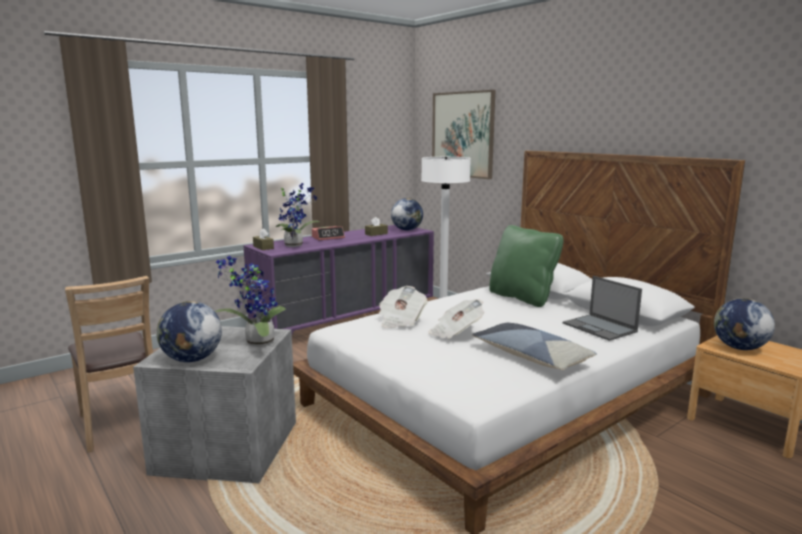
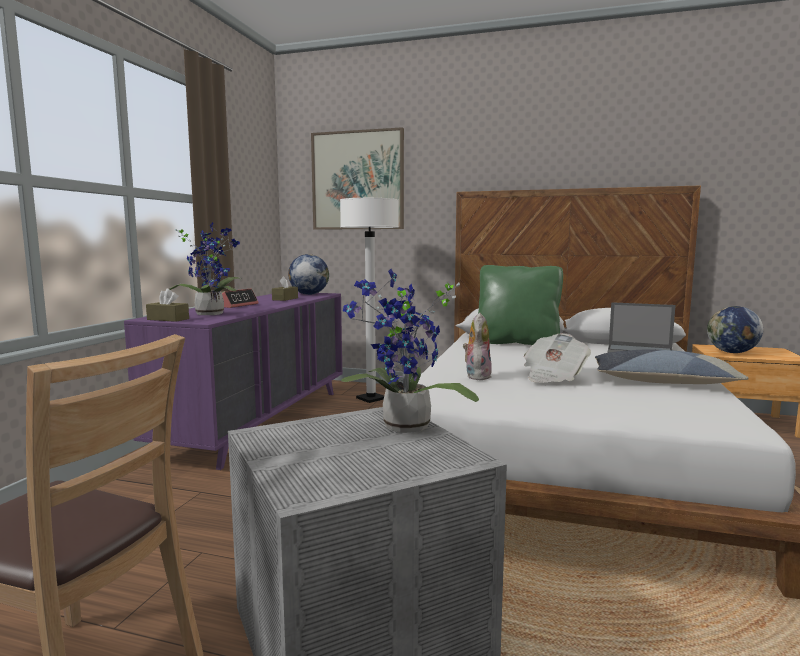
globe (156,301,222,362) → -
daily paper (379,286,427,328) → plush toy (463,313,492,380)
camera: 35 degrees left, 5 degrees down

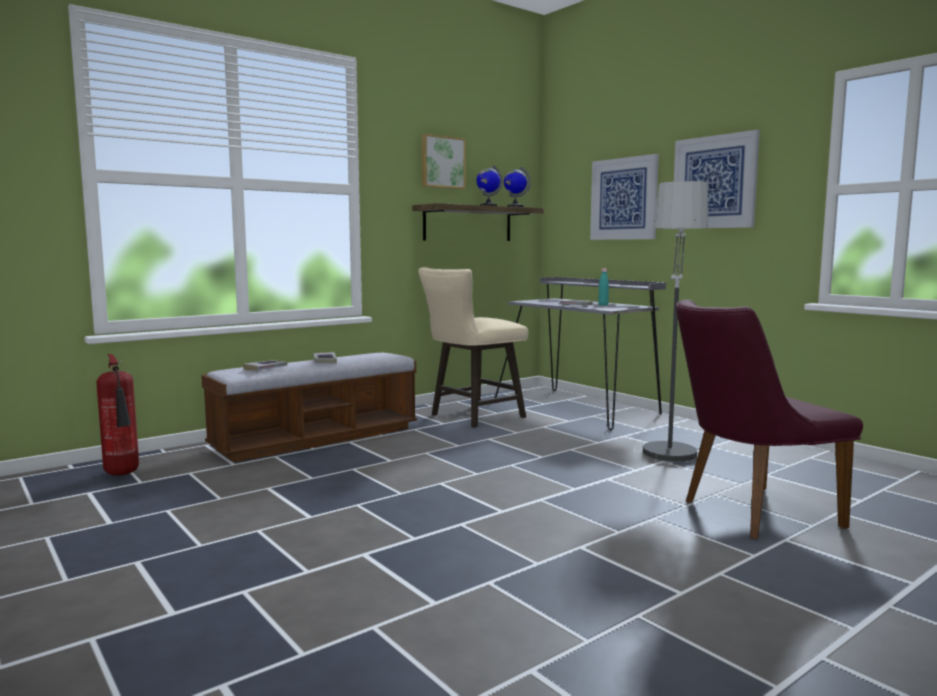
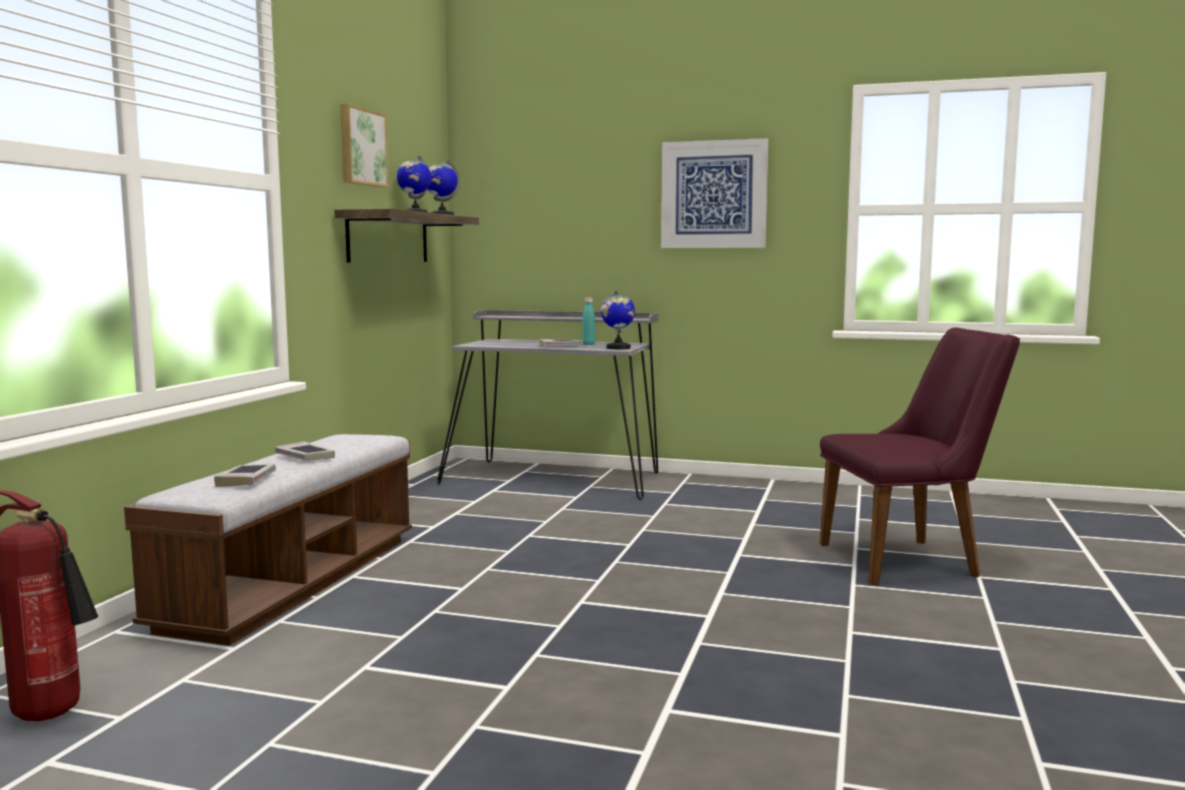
stool seat/beige (418,267,528,428) → -
wall picture (590,154,659,240) → -
standing lamp (634,181,708,465) → -
plain chair/purple-coloured (676,299,863,540) → plain chair/purple-coloured (820,327,1020,585), 135 degrees counterclockwise
- → globe (601,290,635,349)
camera: 35 degrees left, 0 degrees up

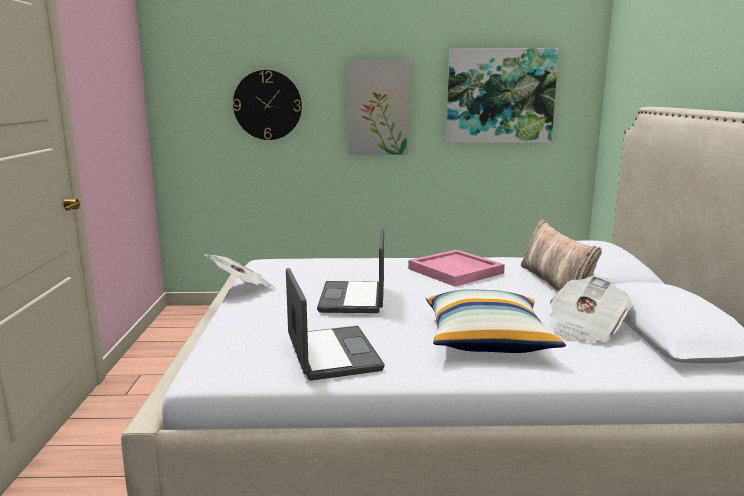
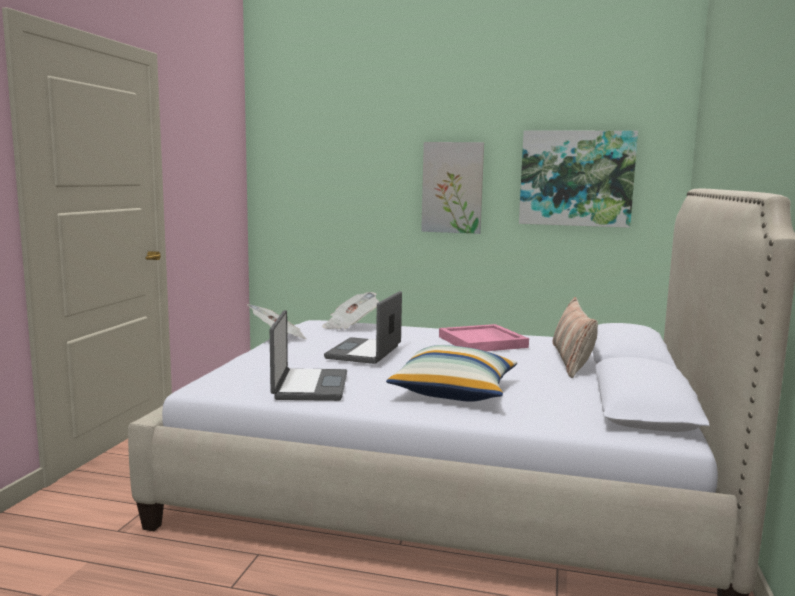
hanging clock (233,70,302,140) → -
daily paper (549,276,632,342) → daily paper (322,292,379,329), moved
camera: 15 degrees right, 5 degrees down

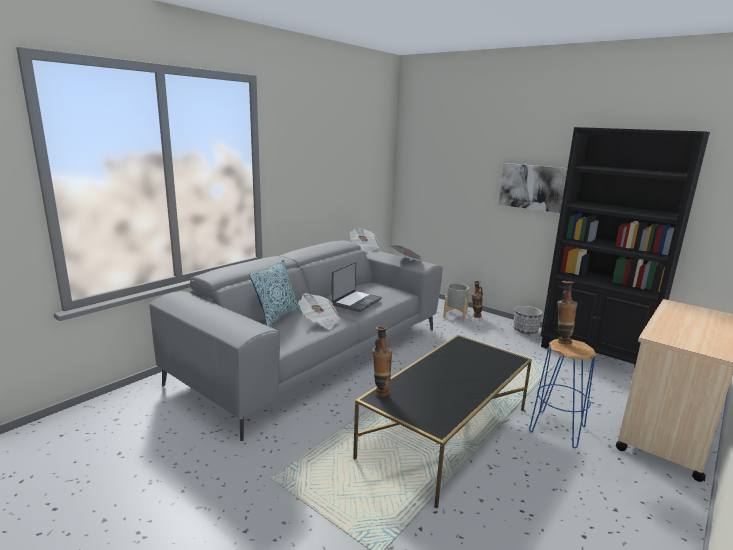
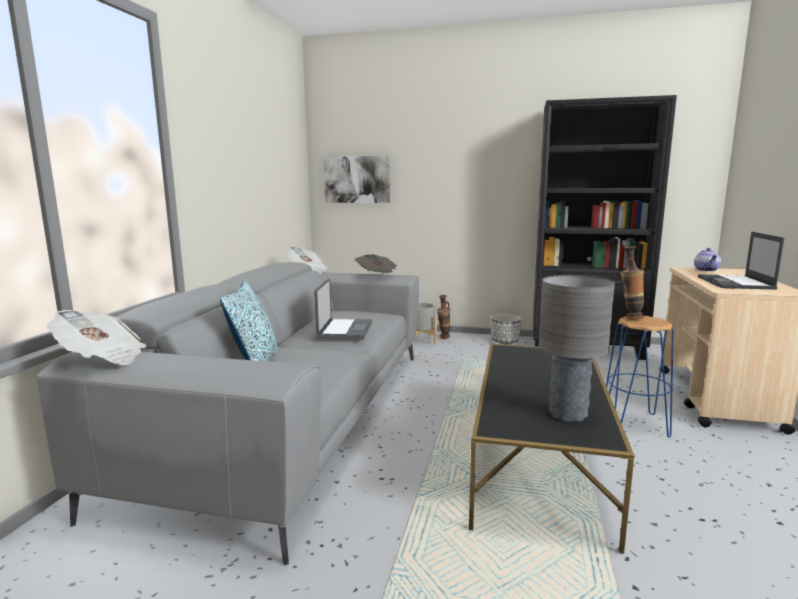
daily paper (298,293,341,329) → daily paper (47,310,147,365), moved
flower vase (372,326,393,397) → -
wall picture (498,163,567,213) → wall picture (323,156,390,203), moved
- → lamp for a table/gray (539,275,615,422)
- → pot for tea (694,248,721,272)
- → laptop (698,232,785,290)
camera: 25 degrees left, 5 degrees down

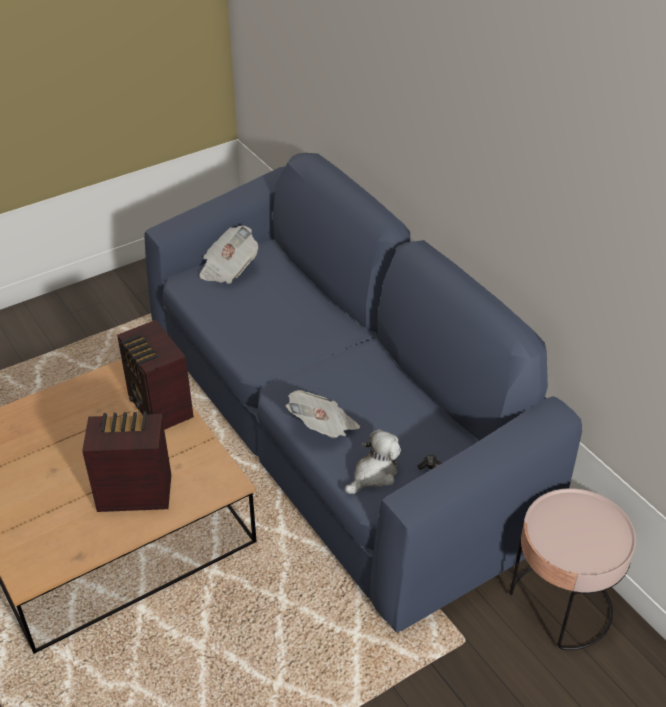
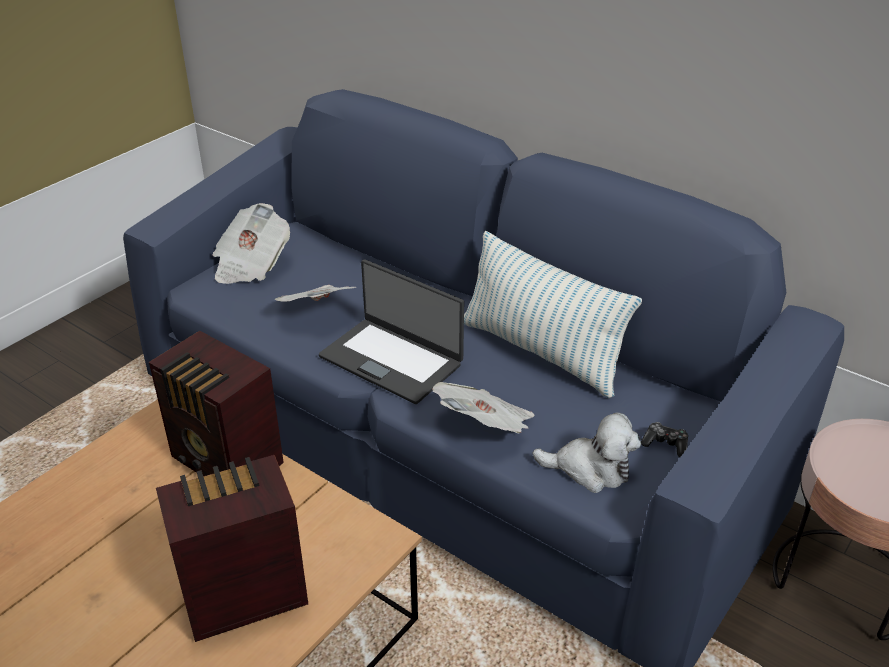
plush toy (345,429,401,494) → plush toy (532,413,641,493), 75 degrees clockwise
- → daily paper (274,285,357,302)
- → laptop (319,260,464,404)
- → pillow (464,231,642,398)
camera: 20 degrees left, 5 degrees down

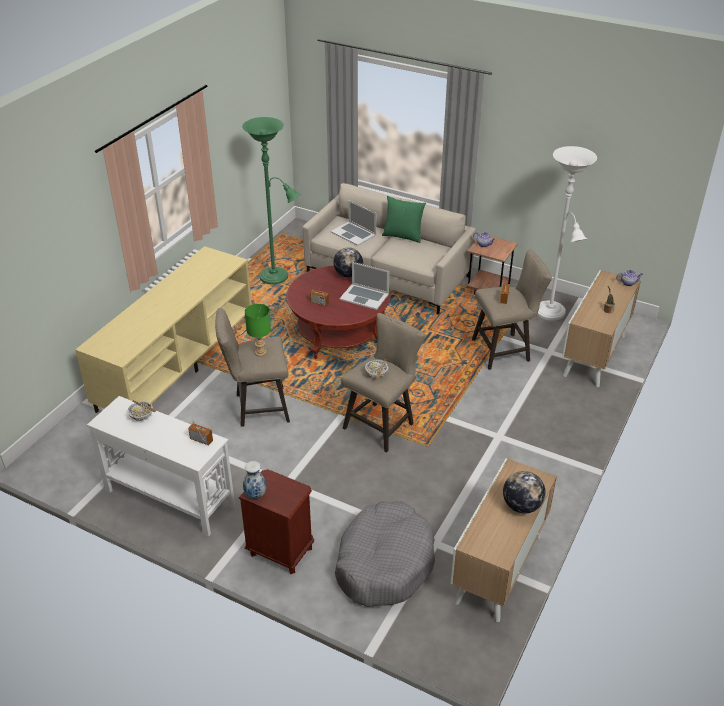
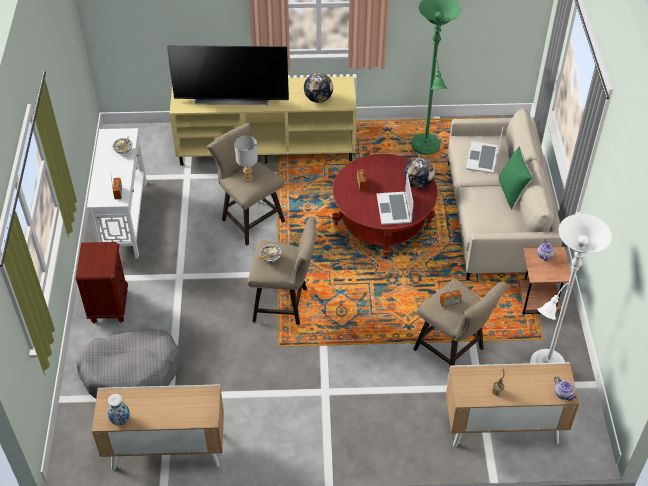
flower vase (243,461,267,499) → flower vase (108,394,130,425), moved
lamp for a table/green (245,304,271,357) → lamp for a table/gray (234,136,258,182)
globe (503,471,546,513) → globe (304,73,333,103), moved
- → TV set (167,45,289,105)
camera: 60 degrees right, 10 degrees up

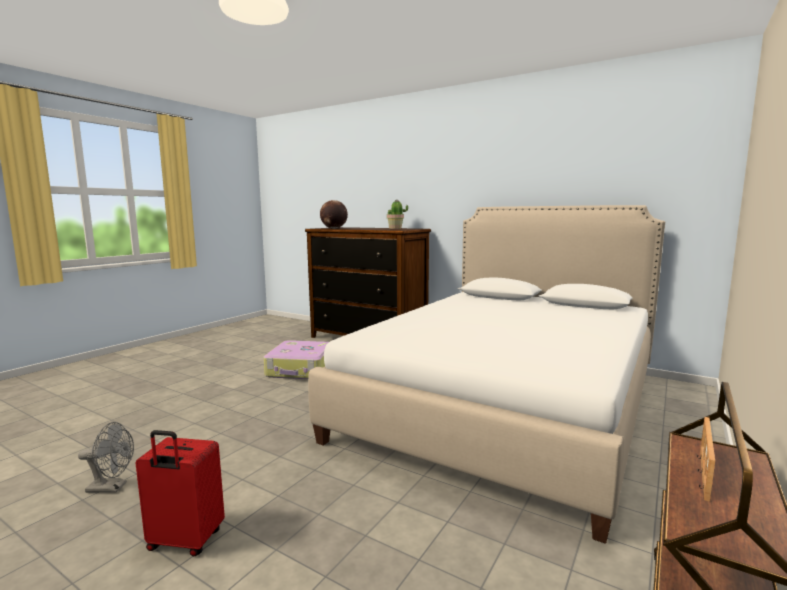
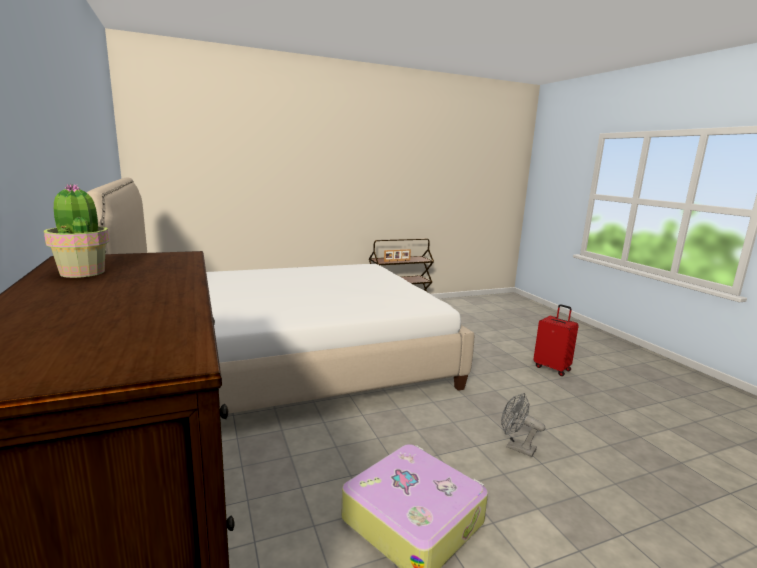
electric fan/gray (78,422,134,493) → electric fan/gray (501,393,545,457), moved
globe (320,200,348,229) → -
camera: 145 degrees left, 5 degrees up

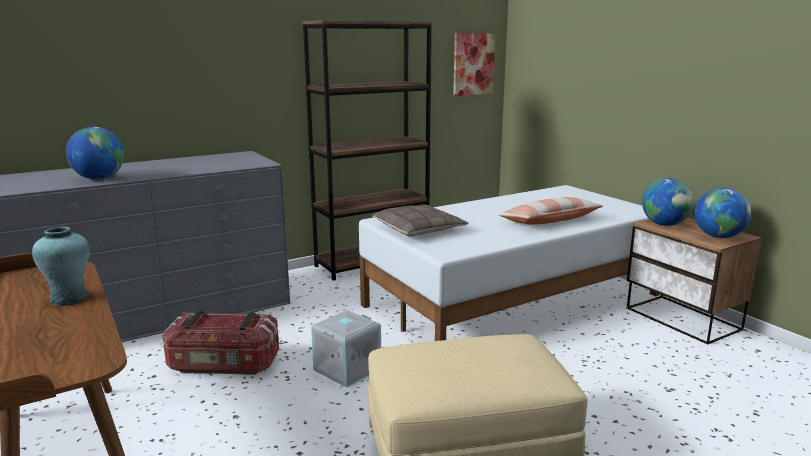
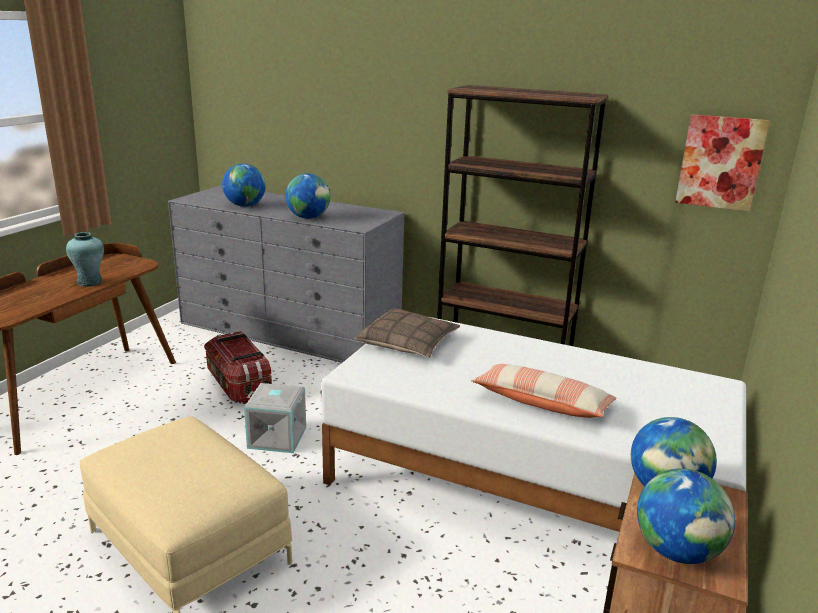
- → globe (285,173,330,219)
camera: 55 degrees right, 5 degrees up

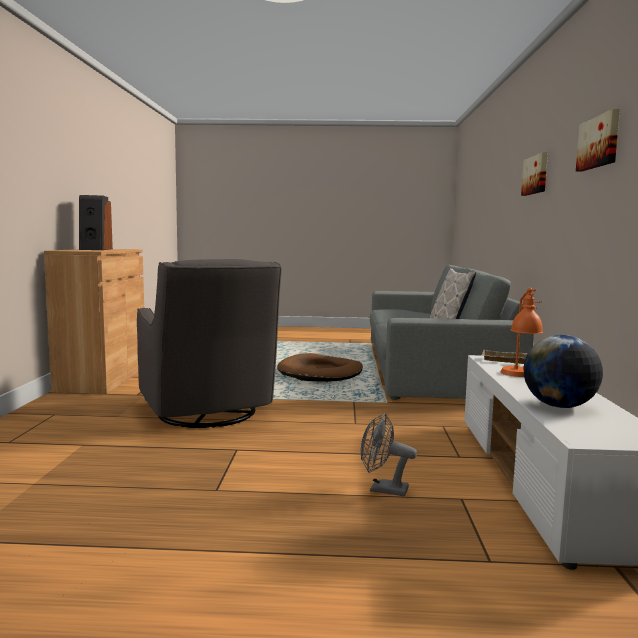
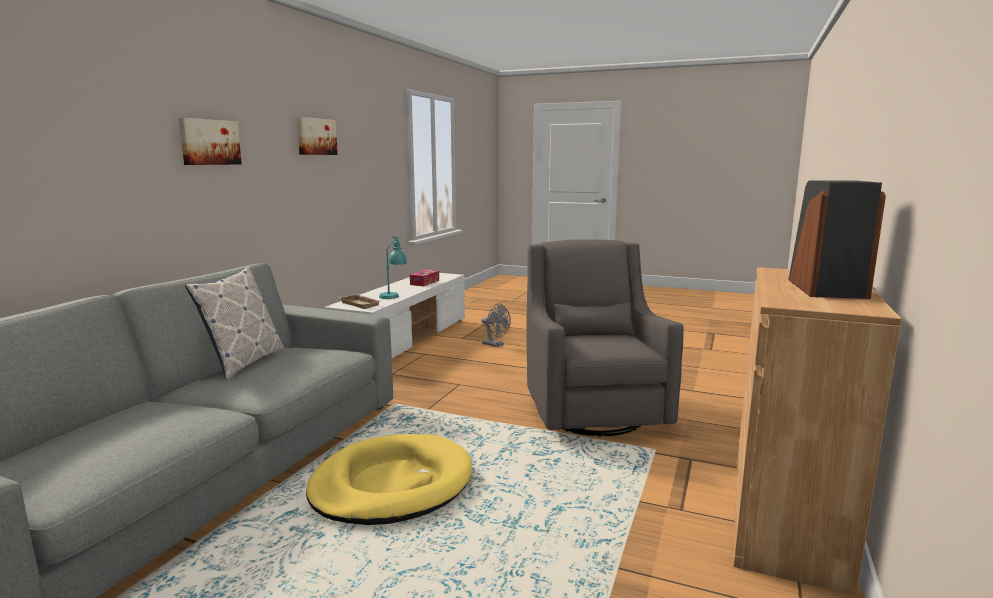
dog cushion/brownish (277,353,363,382) → dog cushion/yellowish (306,434,472,525)
lamp for a table/orangey (501,288,543,377) → lamp for a table/turquoise (379,236,407,299)
globe (524,335,603,408) → tissue holder (410,270,439,286)
camera: 160 degrees left, 5 degrees up

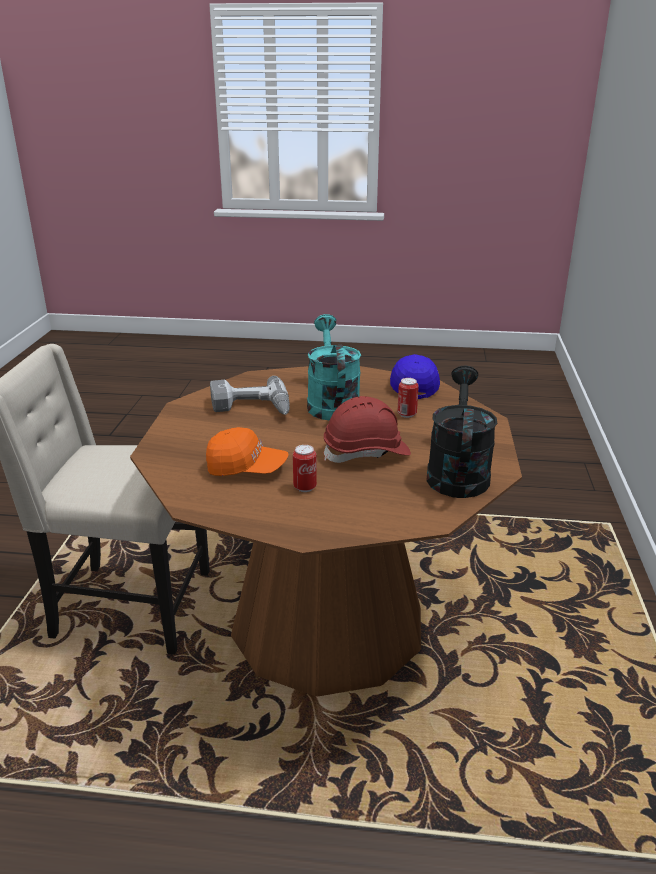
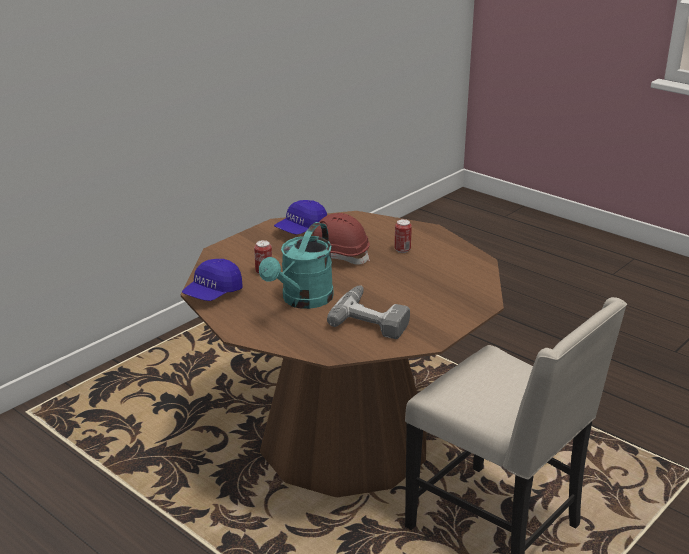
baseball cap/orangey (206,427,289,476) → -
sprinkling can/black (426,366,497,498) → baseball cap/blue (274,200,327,235)
camera: 145 degrees left, 0 degrees up

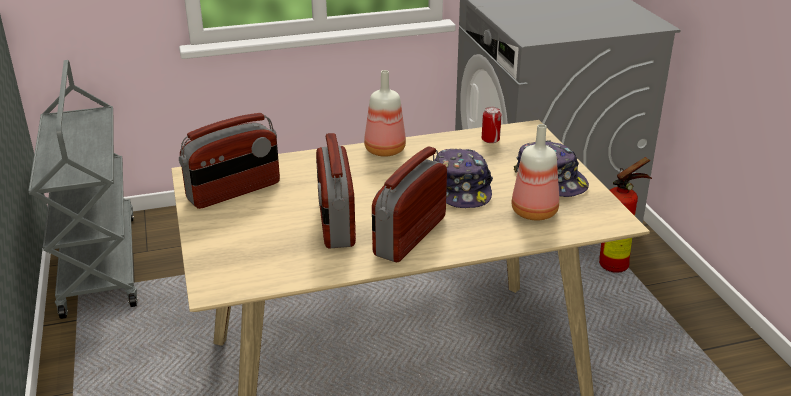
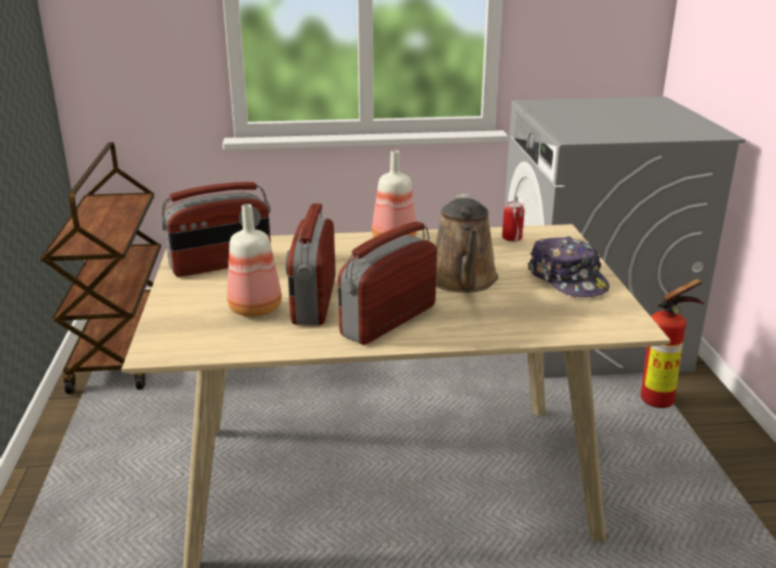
cart/gray (28,60,138,319) → cart/brownish (40,142,161,394)
baseball cap (434,149,493,208) → sprinkling can/brownish (435,194,498,293)
drink bottle (511,124,559,221) → drink bottle (227,204,282,317), moved
camera: 10 degrees right, 5 degrees down

